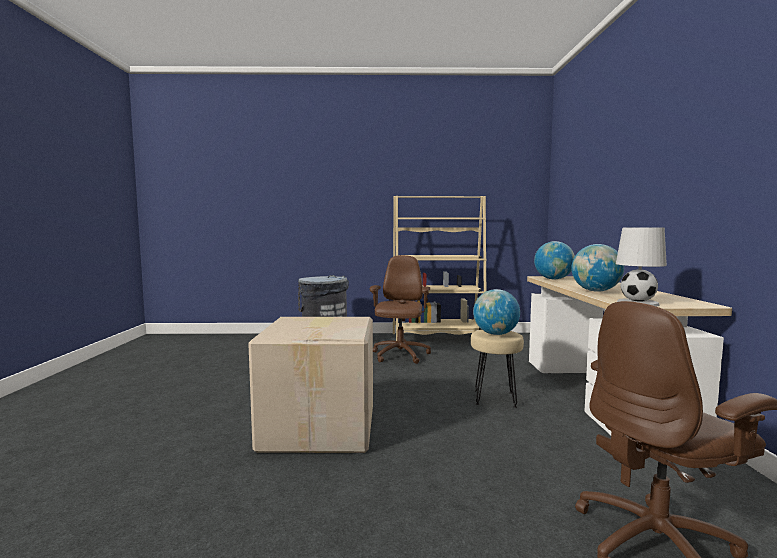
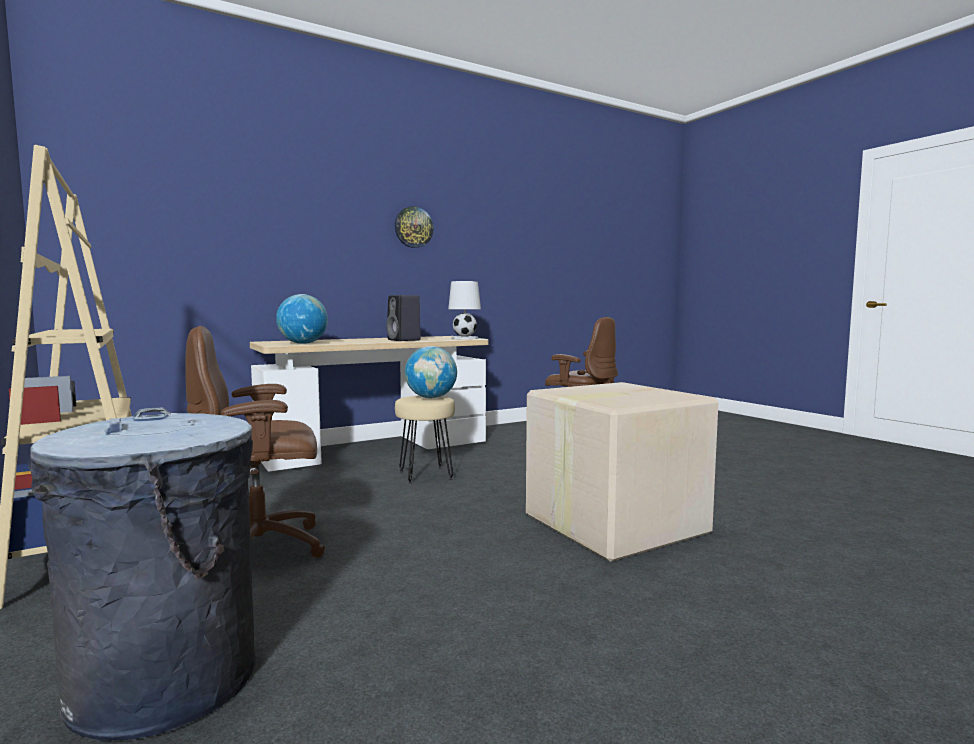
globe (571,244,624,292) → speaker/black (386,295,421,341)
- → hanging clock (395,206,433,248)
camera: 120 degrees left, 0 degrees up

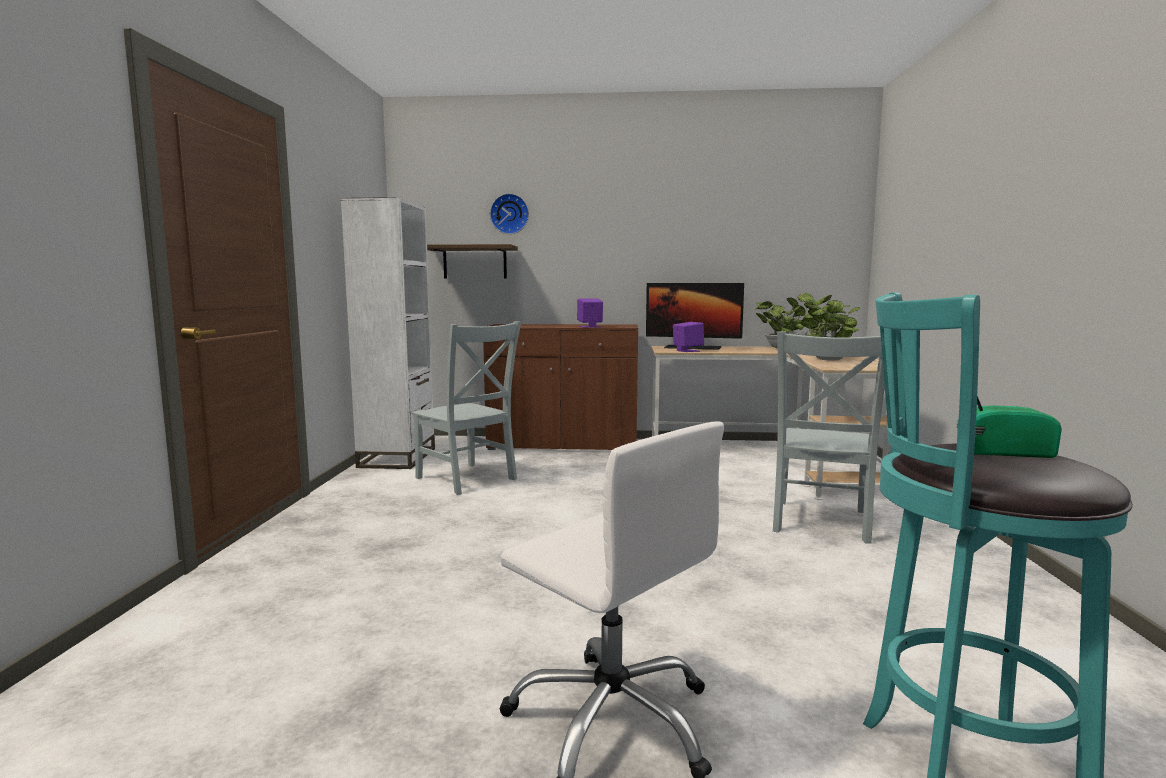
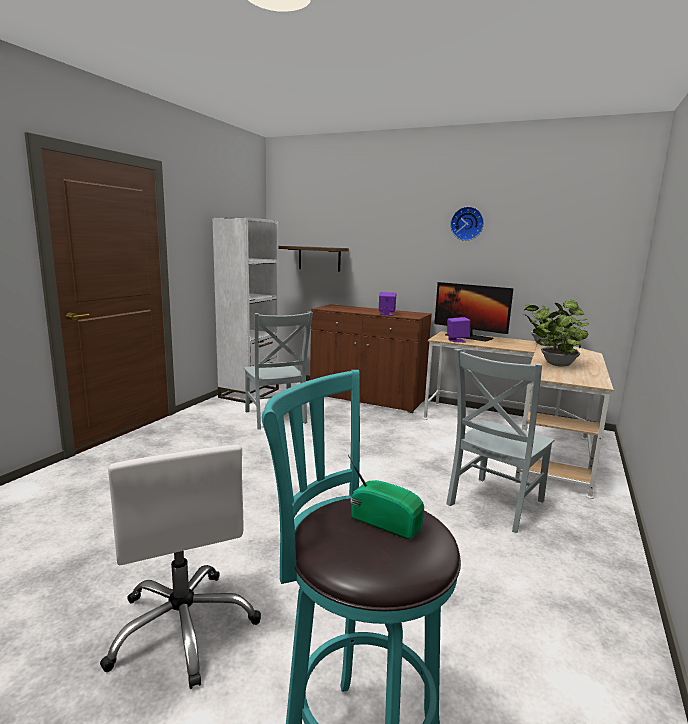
hanging clock (490,193,529,234) → hanging clock (450,206,484,241), moved
camera: 20 degrees right, 5 degrees up

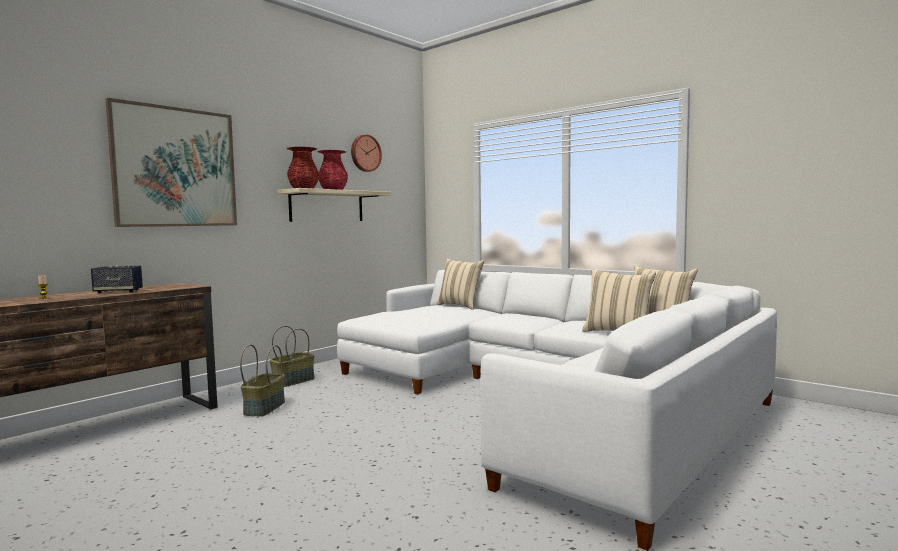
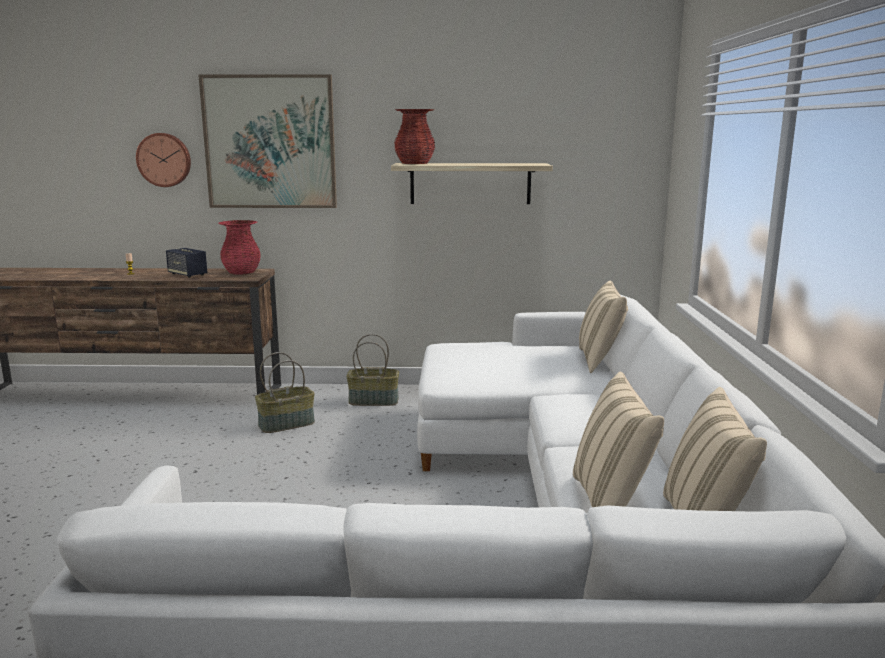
flower vase/reddish (318,150,348,190) → flower vase/reddish (218,220,261,275), moved
hanging clock (351,134,382,172) → hanging clock (136,133,191,187), moved
camera: 50 degrees right, 10 degrees up

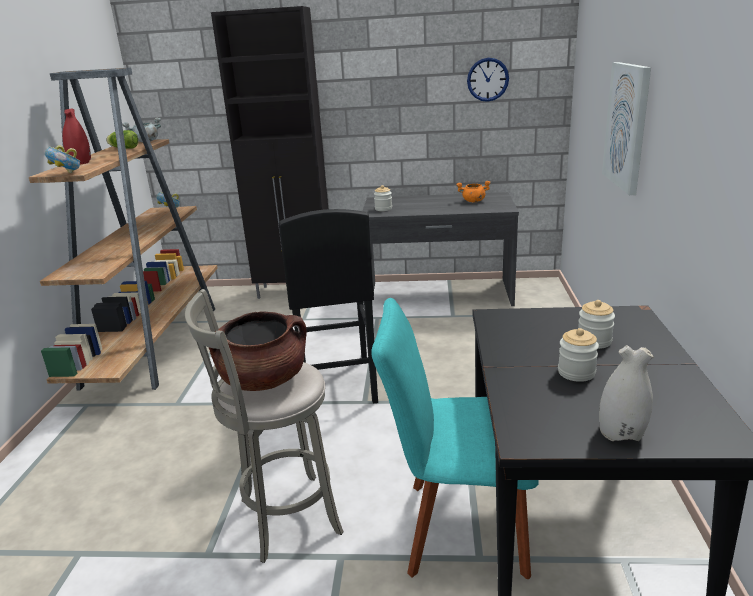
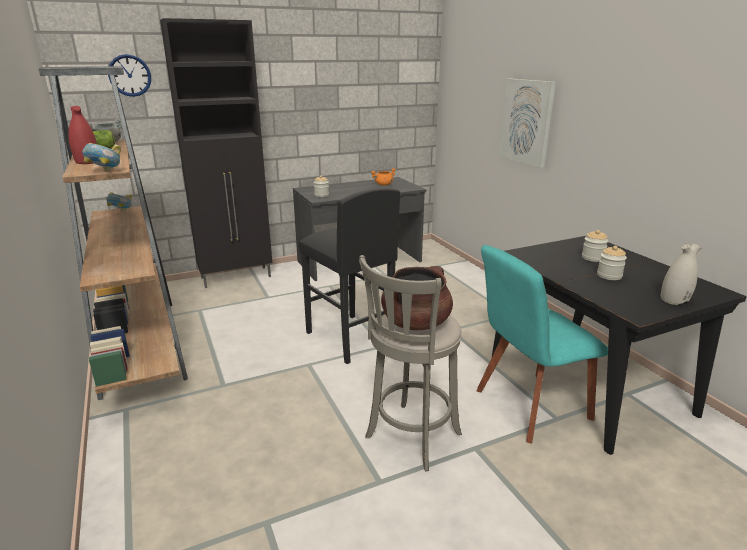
hanging clock (467,58,509,102) → hanging clock (108,54,151,97), moved
camera: 30 degrees left, 0 degrees up

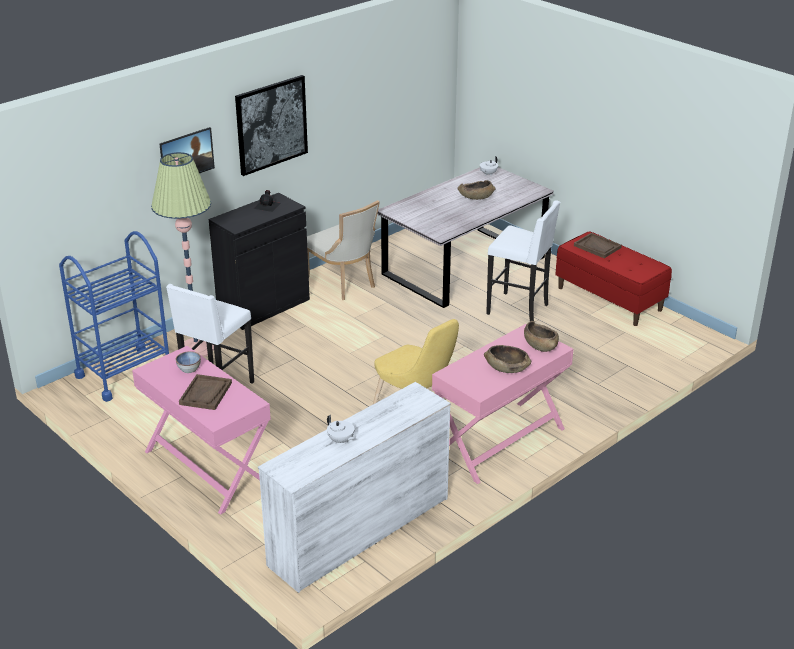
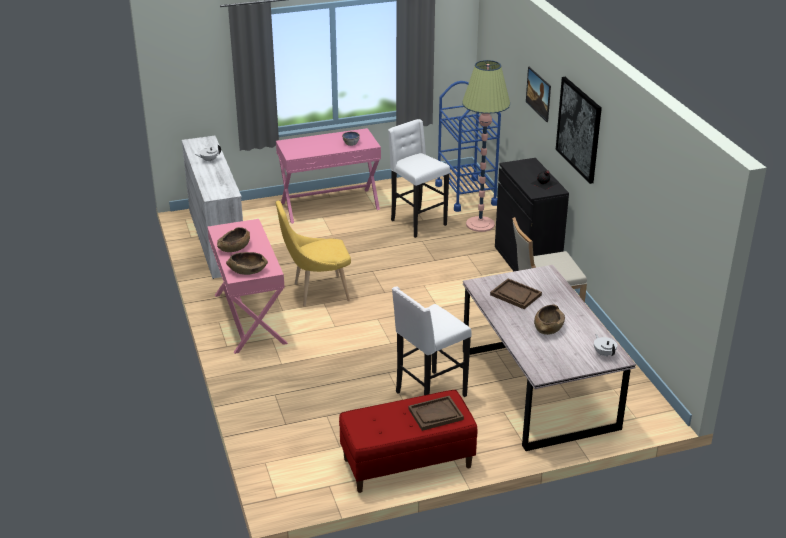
carrying tray/brownish (179,374,232,410) → carrying tray/brownish (490,278,542,309), moved
camera: 115 degrees right, 0 degrees up

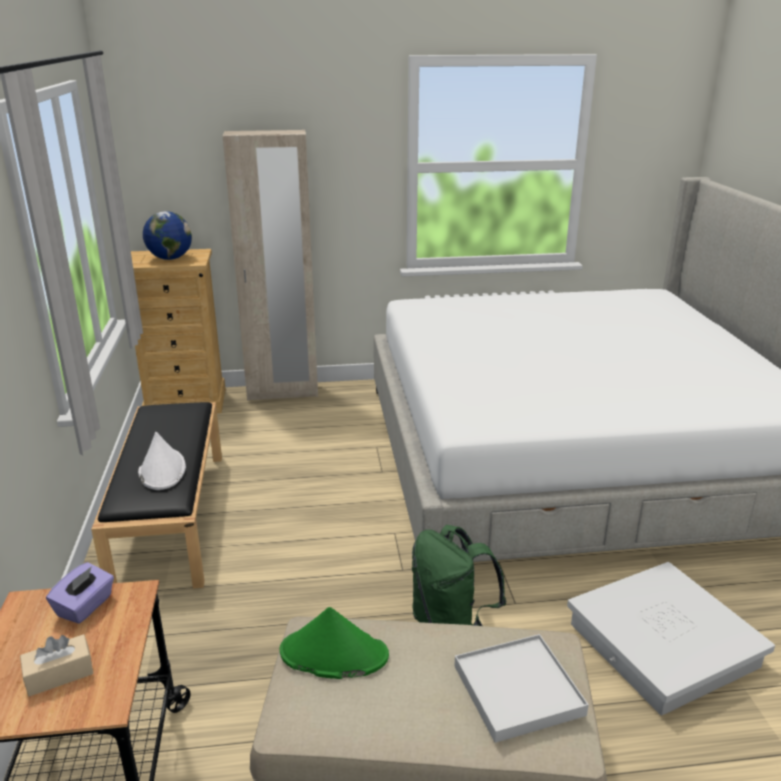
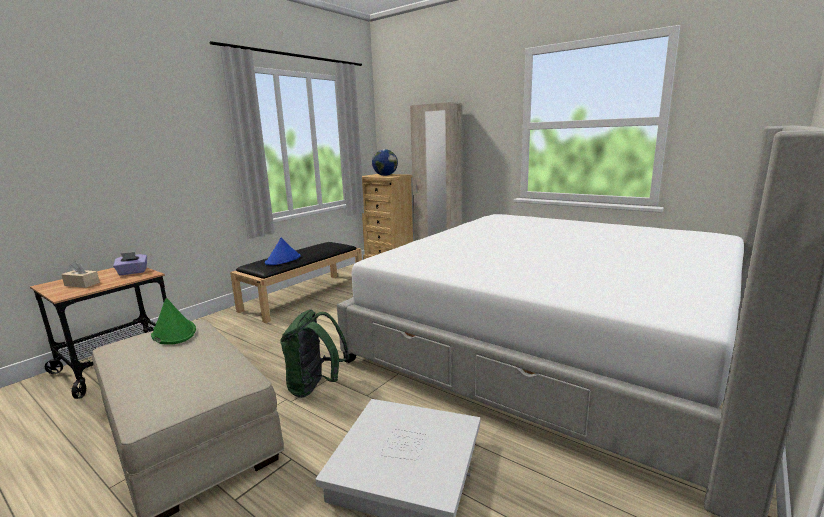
wearable hat/white-coloured (138,432,186,490) → wearable hat/blue (265,238,301,265)
carrying tray/white-coloured (455,634,589,743) → -
camera: 45 degrees right, 10 degrees down

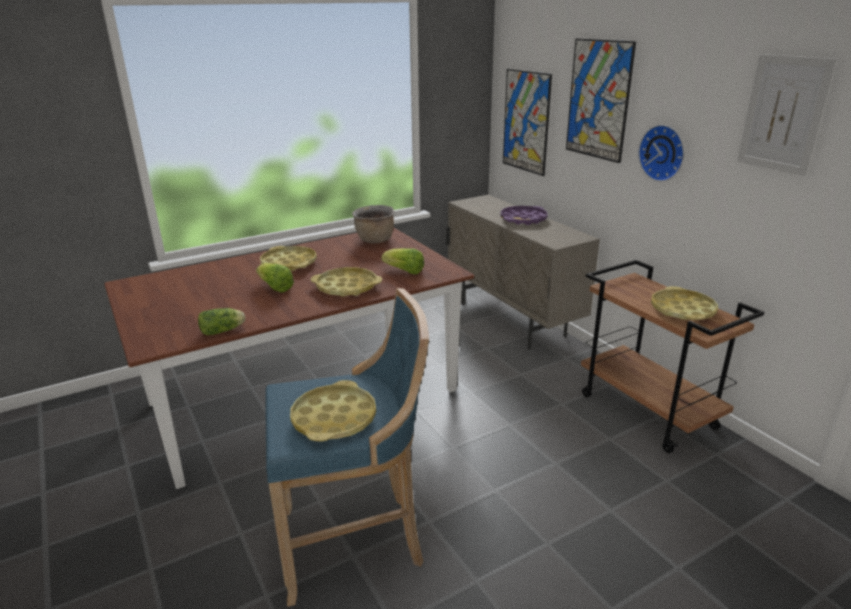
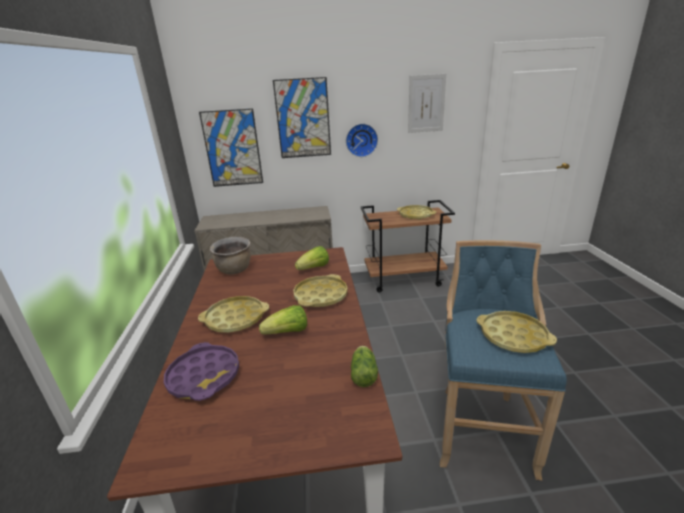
carrying tray/purple-coloured (500,206,548,225) → carrying tray/purple-coloured (164,342,239,401), moved
camera: 65 degrees left, 0 degrees up

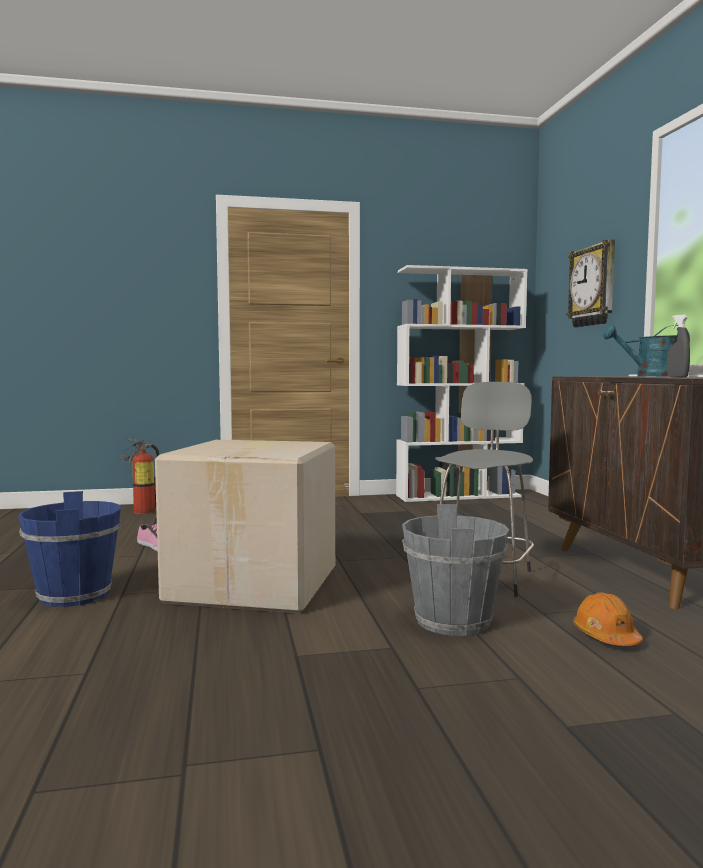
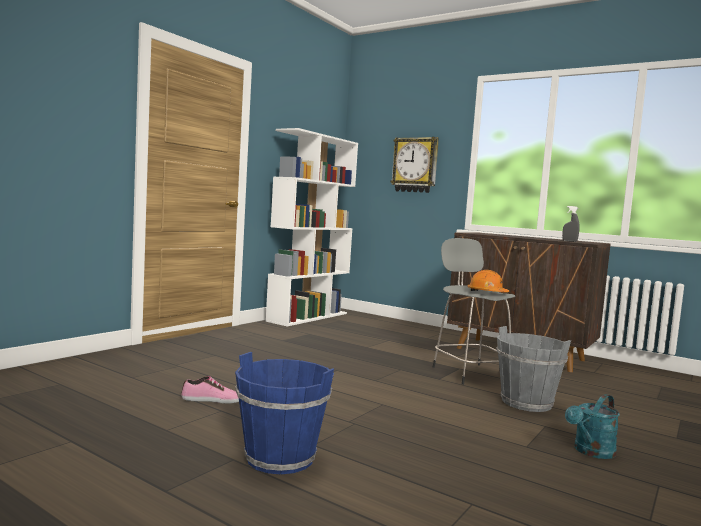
fire extinguisher (120,438,160,514) → -
cardboard box (155,440,335,613) → -
work helmet/orangey (573,593,643,646) → work helmet/orangey (468,270,509,292), moved
sprinkling can/turquoise (603,324,690,376) → sprinkling can/turquoise (565,394,620,459), moved
camera: 45 degrees left, 0 degrees up

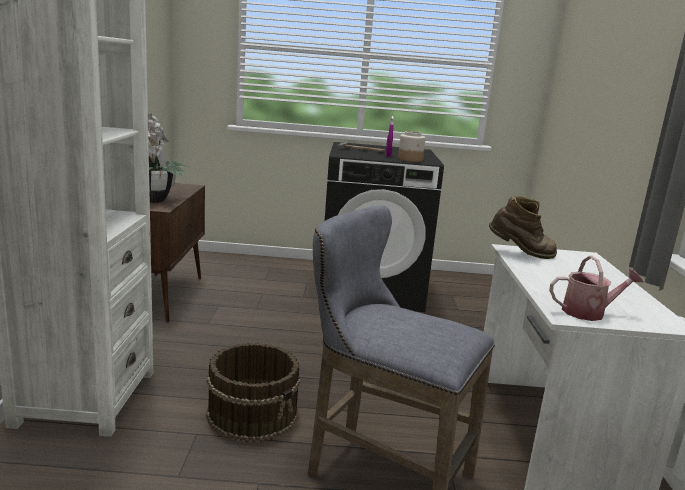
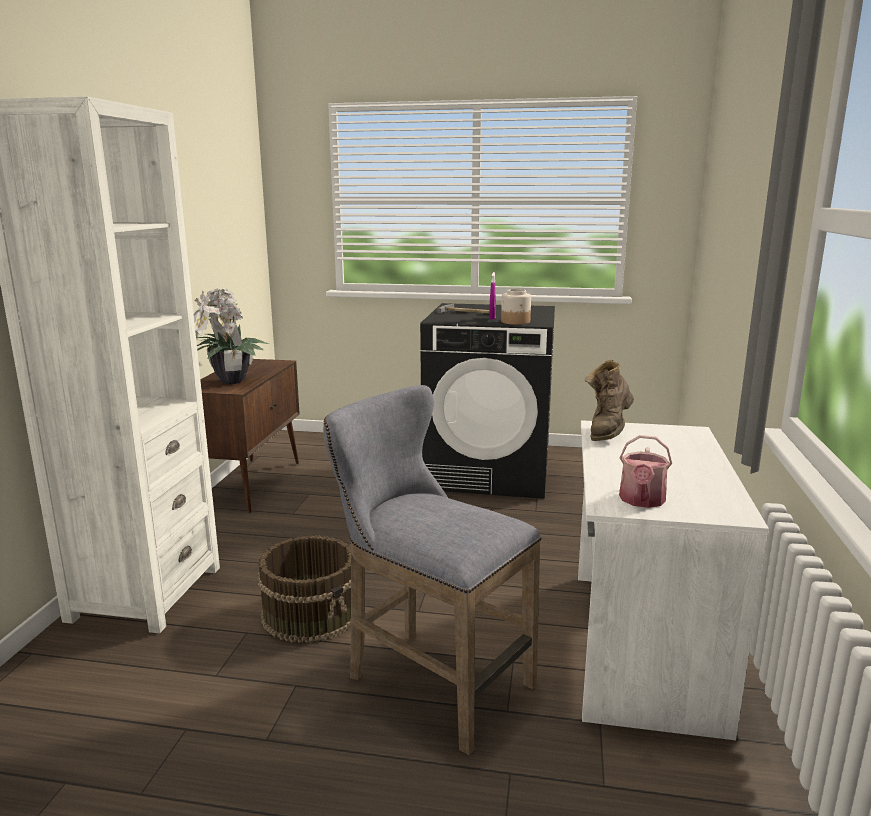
high-top boot/brownish (489,196,557,259) → high-top boot/brownish (585,360,634,441), 105 degrees clockwise
sprinkling can (549,255,644,321) → sprinkling can (619,435,672,508), 105 degrees clockwise
camera: 10 degrees right, 0 degrees up

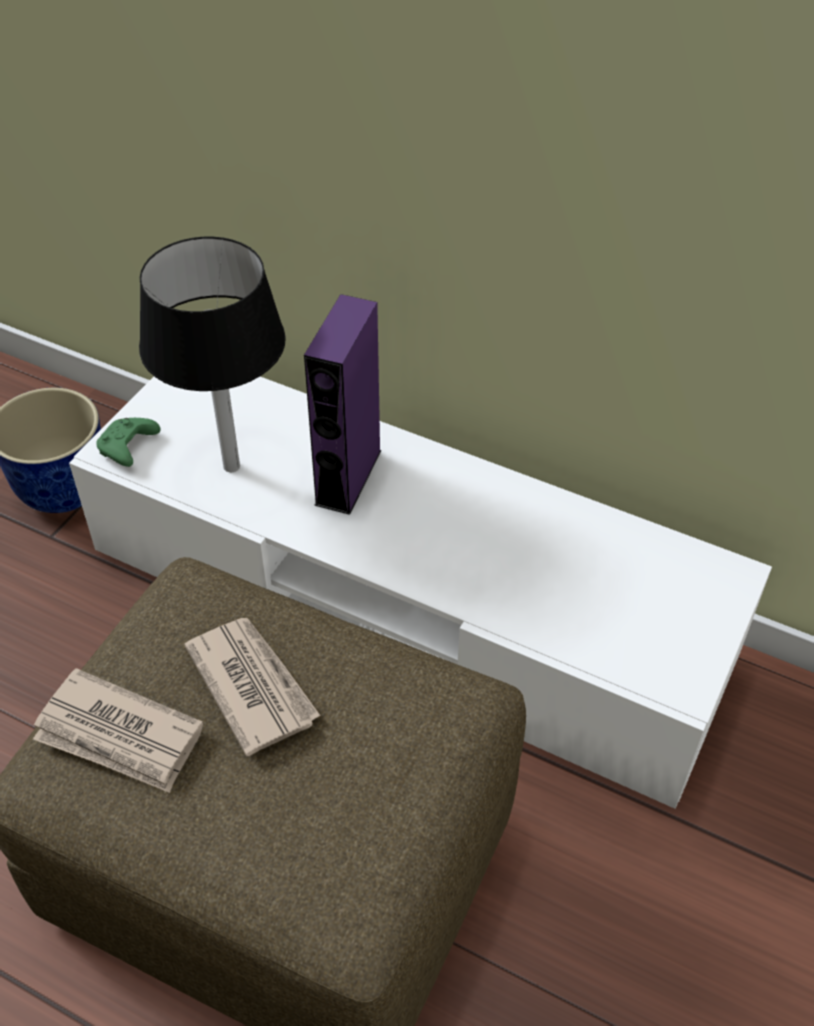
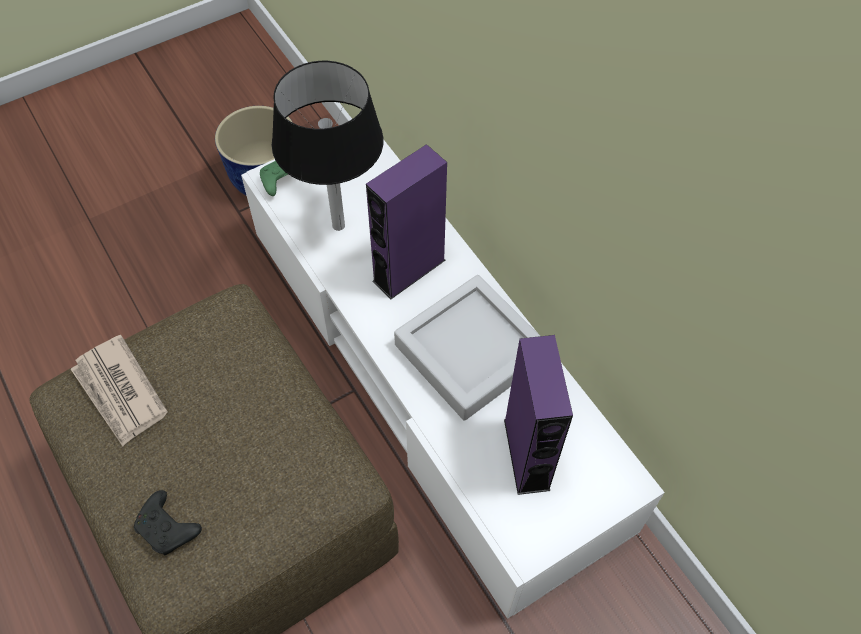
daily paper (185,618,321,756) → -
- → game controller/black (134,490,202,555)
- → carrying tray/gray (394,275,540,421)
- → speaker/purple-coloured (504,335,573,495)
camera: 30 degrees right, 10 degrees up

